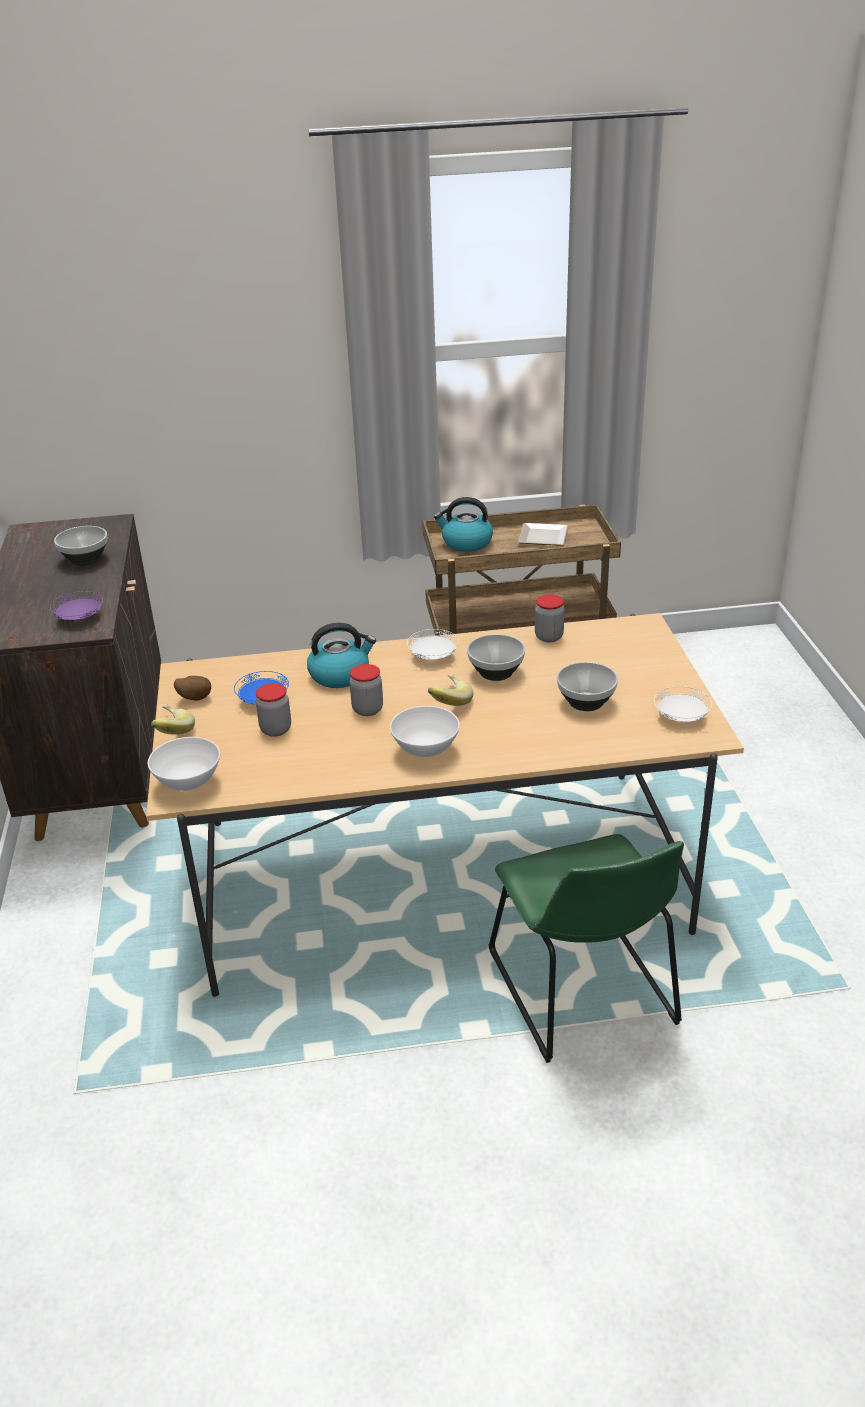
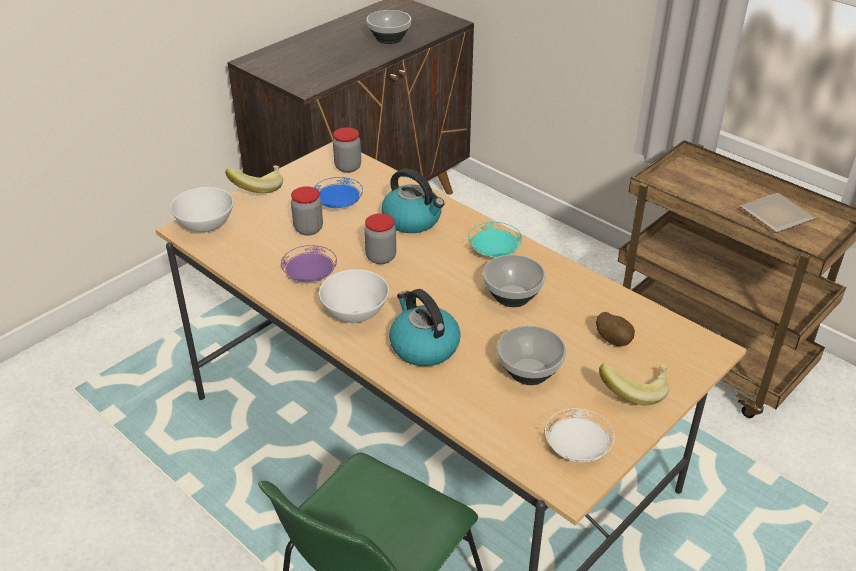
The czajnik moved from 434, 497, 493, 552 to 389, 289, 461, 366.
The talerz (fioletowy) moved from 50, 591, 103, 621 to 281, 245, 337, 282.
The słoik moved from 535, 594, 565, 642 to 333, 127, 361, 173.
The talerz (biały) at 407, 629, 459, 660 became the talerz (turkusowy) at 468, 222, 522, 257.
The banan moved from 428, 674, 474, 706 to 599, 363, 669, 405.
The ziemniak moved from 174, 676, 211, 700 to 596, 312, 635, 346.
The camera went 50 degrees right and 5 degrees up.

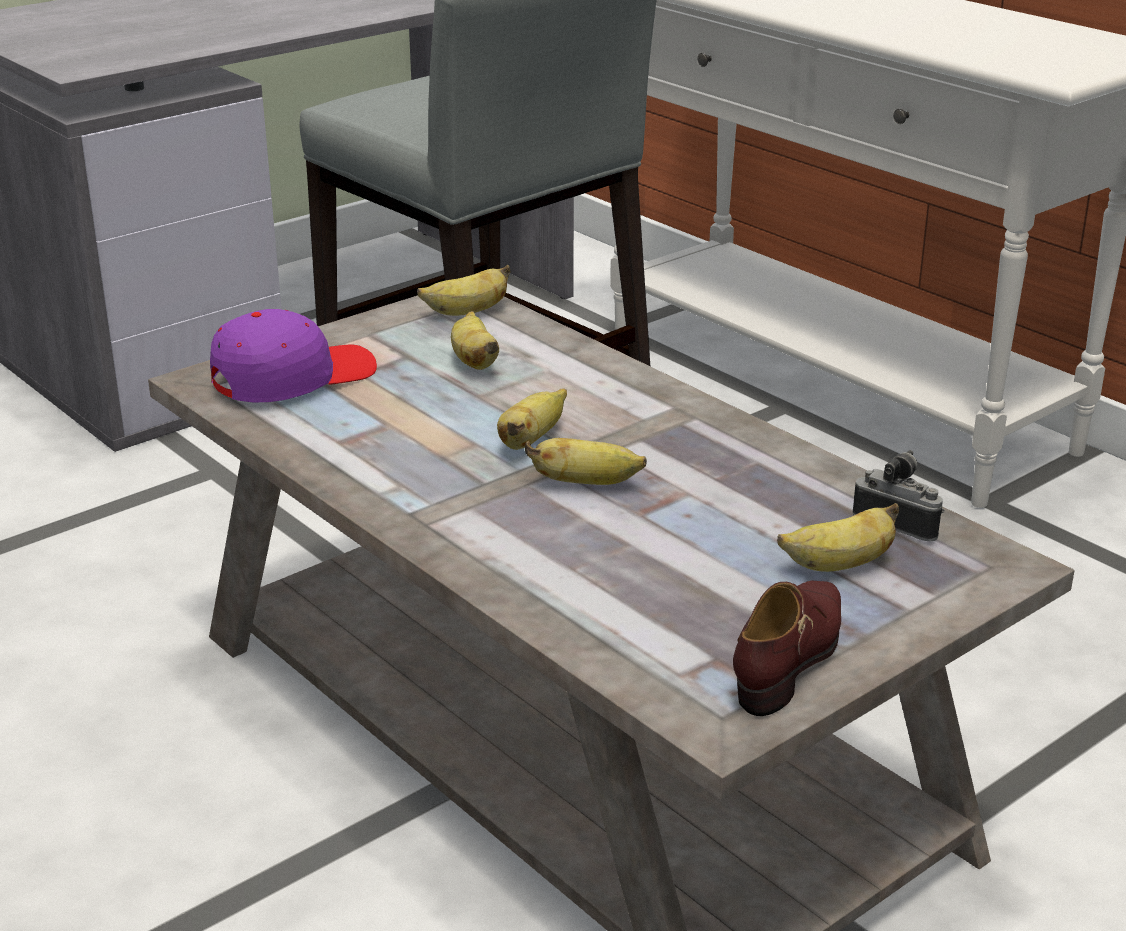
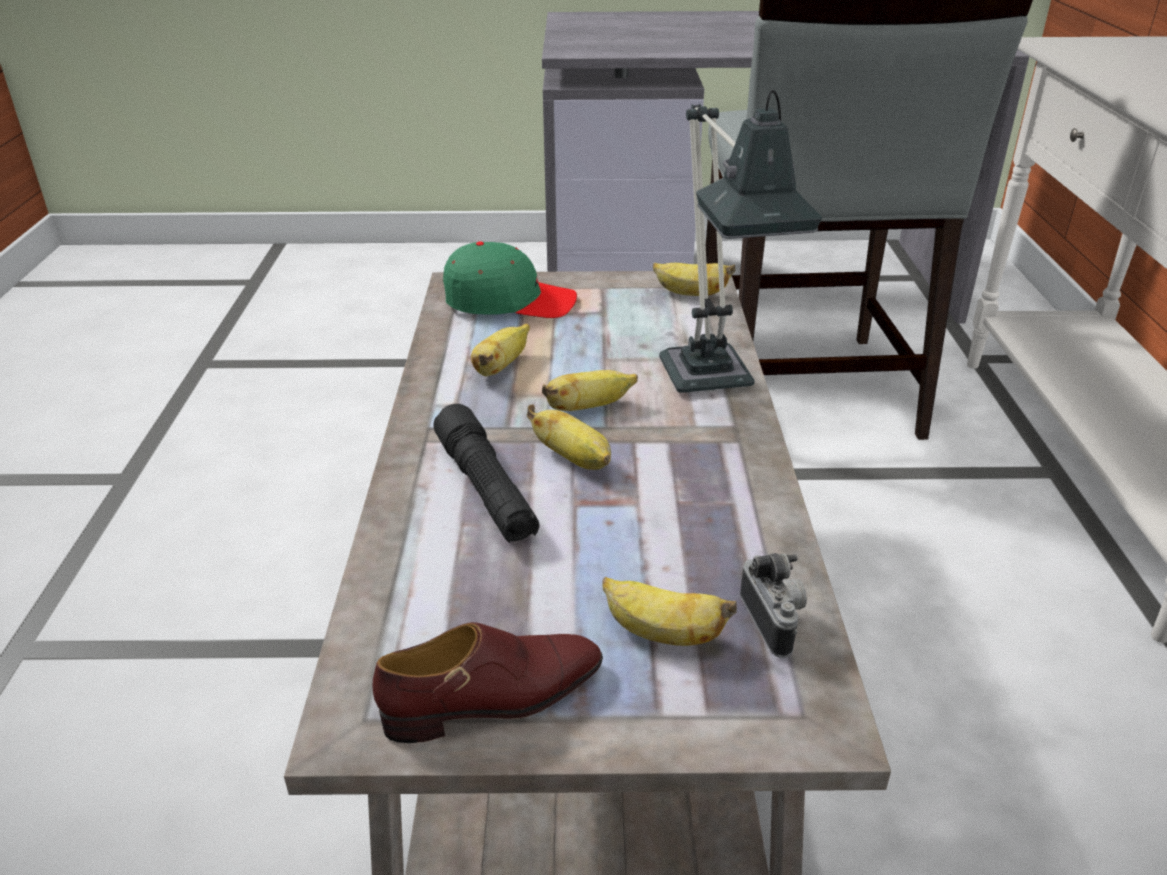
The czapka z daszkiem (fioletowy) at 210, 309, 377, 402 became the czapka z daszkiem (zielony) at 443, 242, 577, 318.
The banan moved from 451, 311, 499, 370 to 471, 324, 530, 376.
The lampa stołowa at 659, 90, 822, 393 appeared.
The latarka (czarny) at 434, 404, 540, 543 appeared.
The camera went 40 degrees right and 5 degrees up.

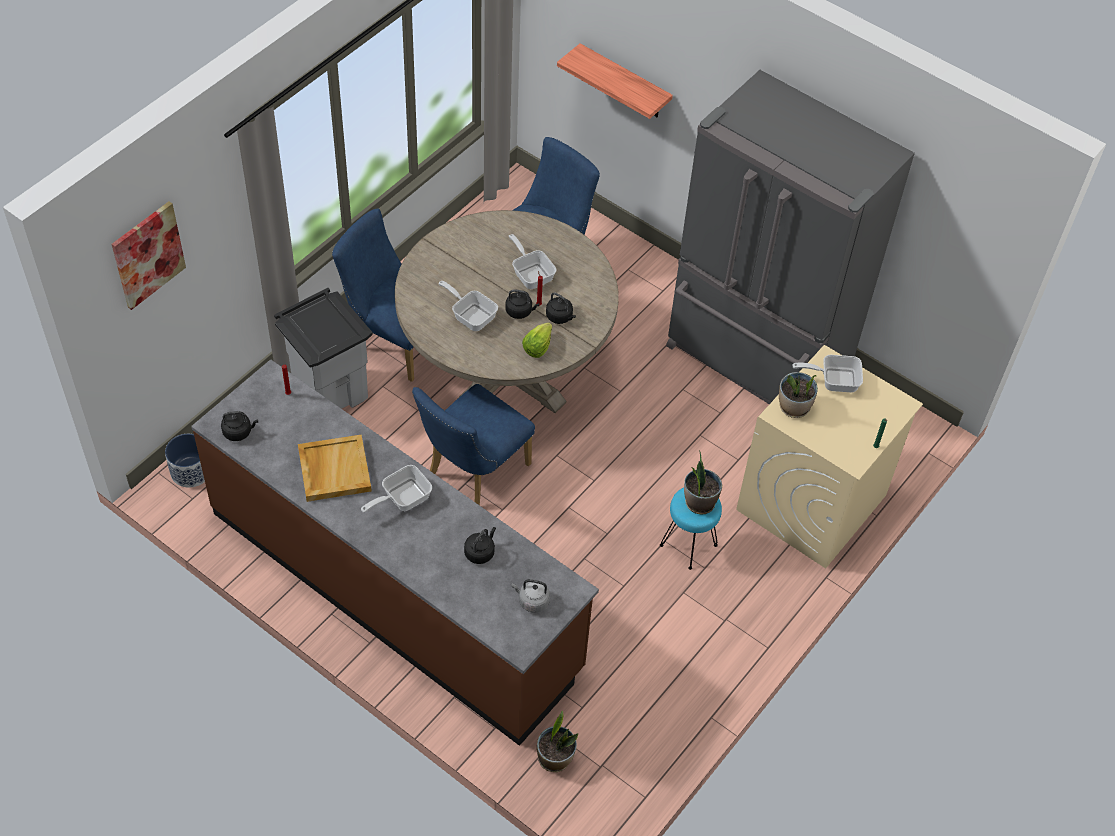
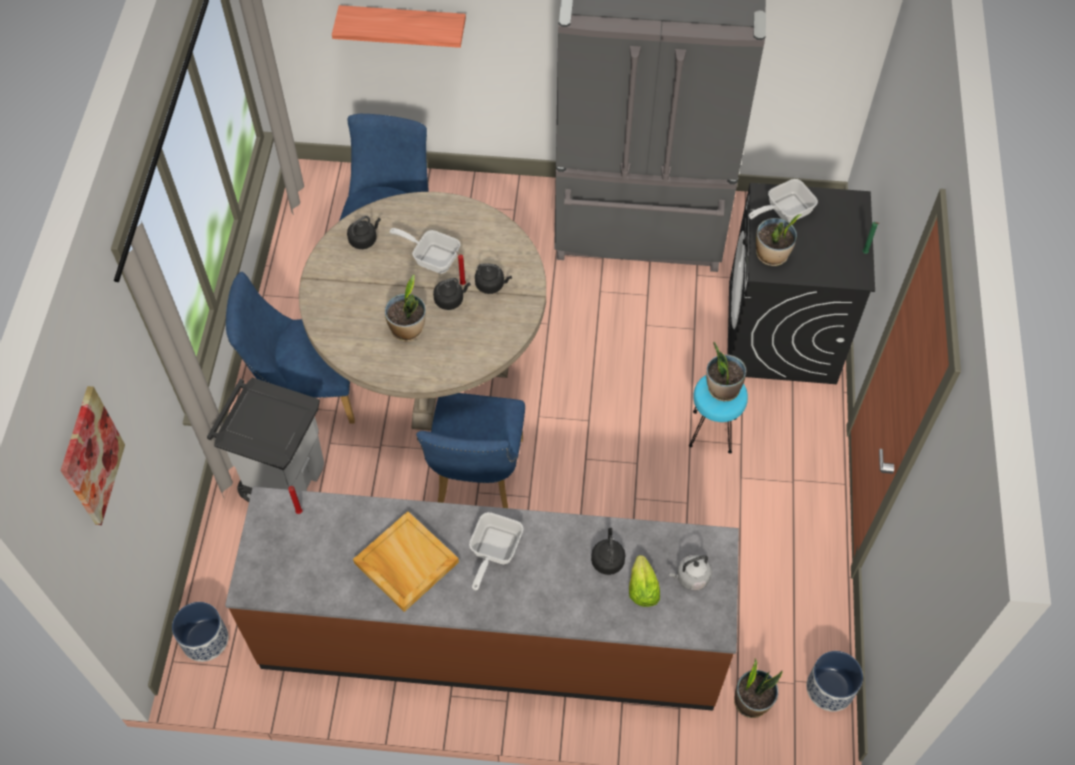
The patelnia at 438, 281, 498, 331 was replaced by the roślina doniczkowa at 385, 275, 426, 342.
The sałata moved from 522, 322, 552, 358 to 629, 555, 660, 607.
The pralka (beżowy) at 736, 345, 923, 568 became the pralka (czarny) at 728, 183, 875, 384.
The czajnik (czarny) moved from 221, 411, 258, 441 to 347, 216, 381, 249.
The donica at 806, 651, 863, 711 appeared.
The camera went 30 degrees left and 5 degrees up.

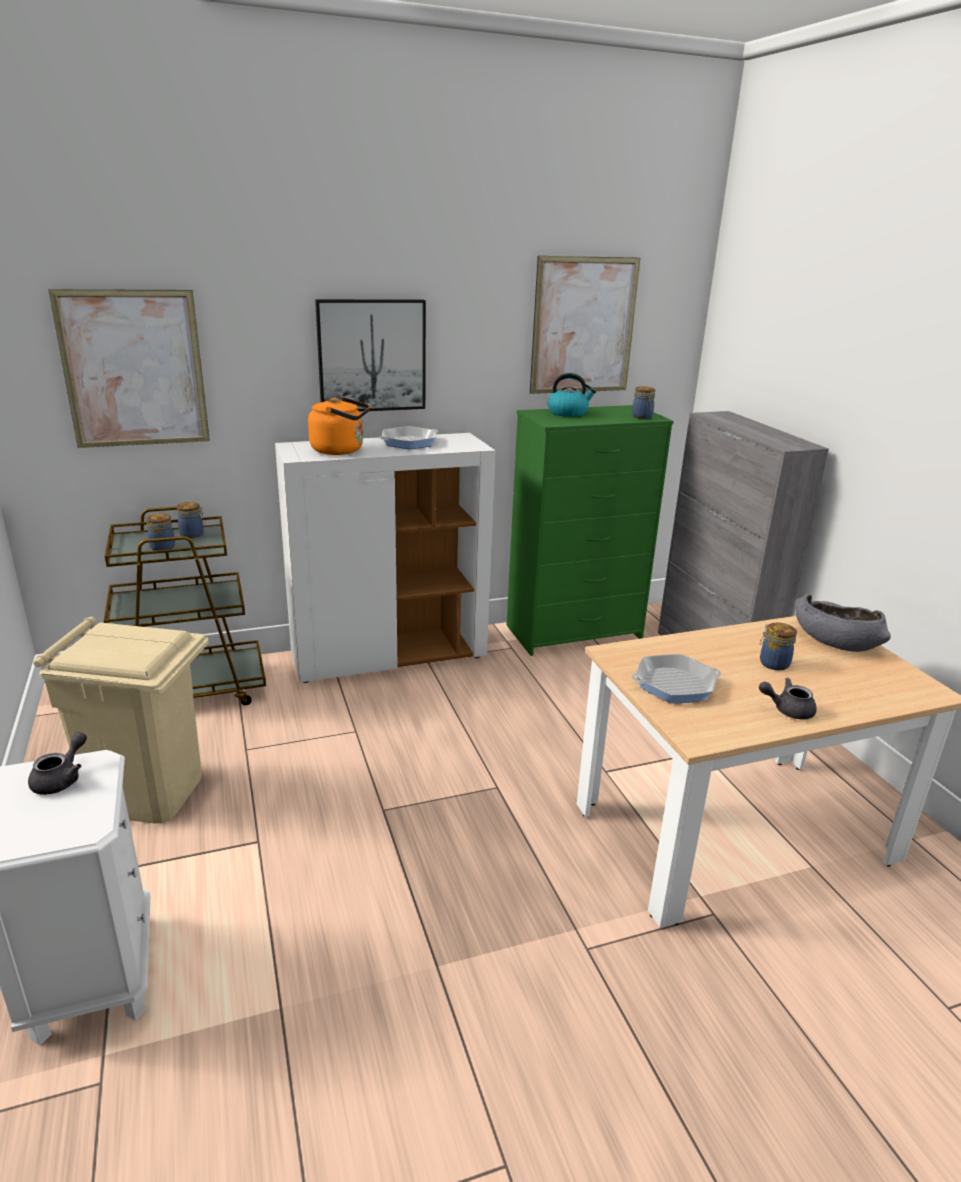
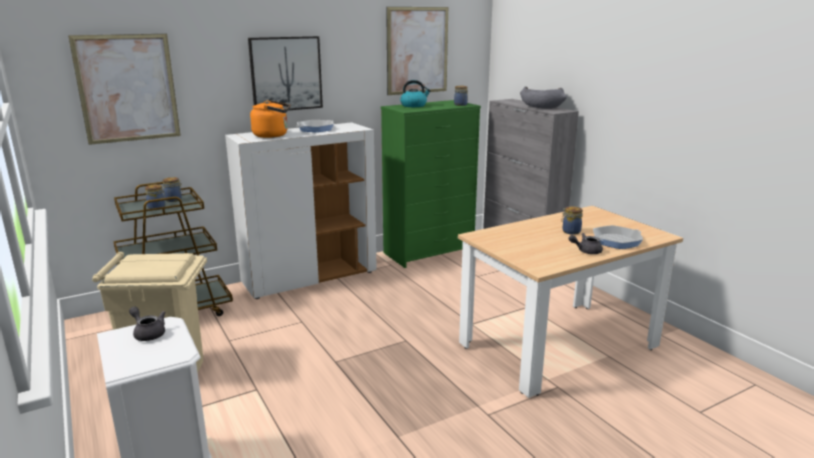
The miska (szary) moved from 794, 593, 891, 652 to 520, 86, 567, 109.
The patelnia moved from 631, 654, 721, 703 to 593, 225, 643, 249.
The imbryk (szary) at 28, 732, 87, 795 turned 60 degrees counterclockwise.
The camera went 10 degrees left and 5 degrees down.

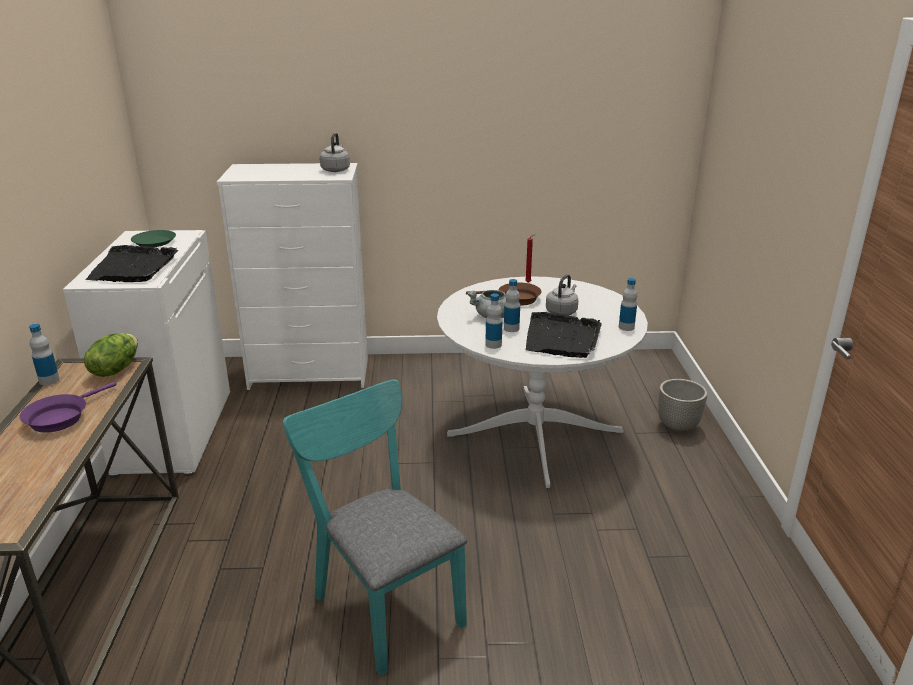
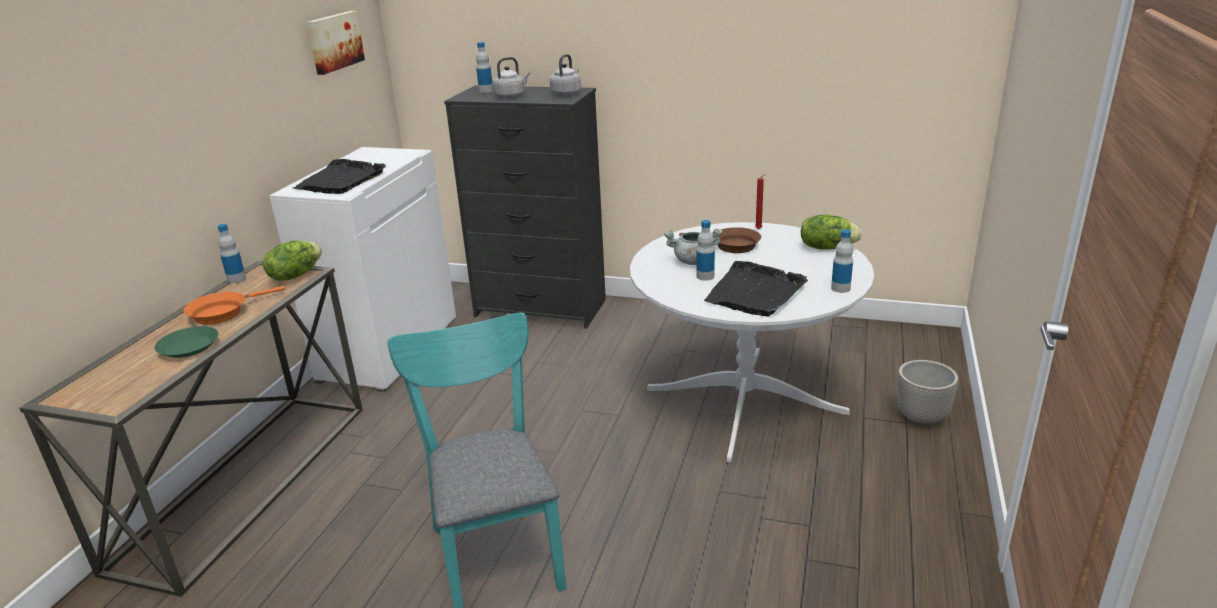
The komoda (biały) at 217, 163, 368, 390 became the komoda (czarny) at 444, 86, 606, 329.
The talerz (zielony) moved from 131, 230, 176, 247 to 154, 326, 218, 358.
The czajnik (szary) moved from 546, 274, 578, 316 to 493, 57, 530, 99.
The butelka moved from 485, 293, 503, 349 to 476, 42, 493, 93.
The patelnia (fioletowy) at 19, 382, 117, 433 became the patelnia (pomarańczowy) at 184, 286, 285, 325.
The obraz at 307, 11, 365, 75 appeared.
The sałata at 801, 214, 862, 250 appeared.
The camera went 20 degrees right and 0 degrees up.

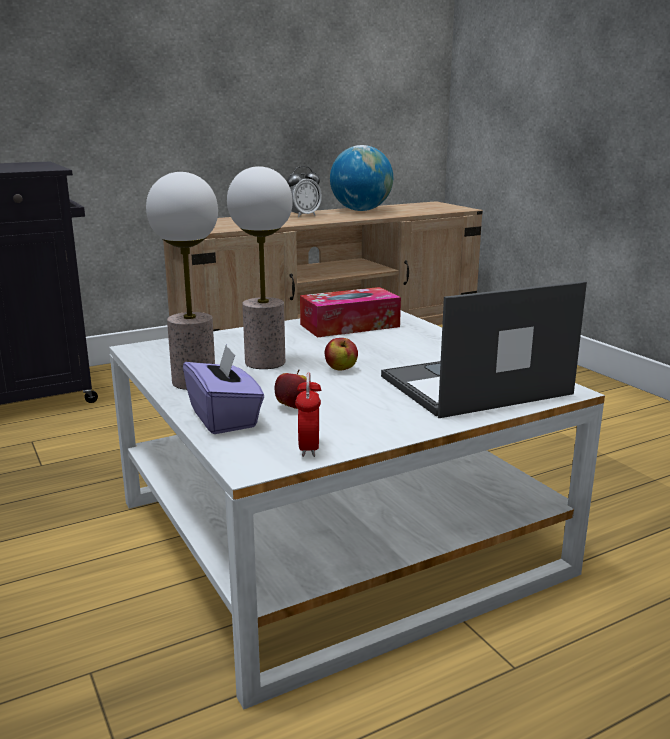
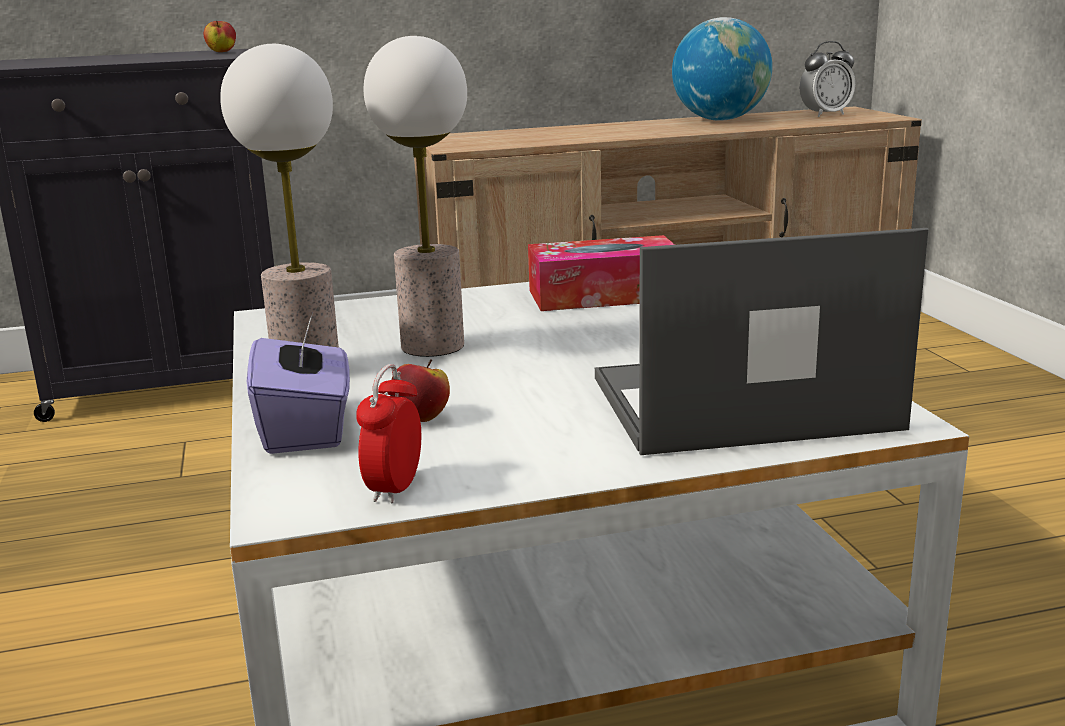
The budzik moved from 287, 166, 322, 217 to 800, 41, 855, 117.
The jabłko moved from 325, 338, 358, 371 to 204, 21, 236, 52.
The camera went 15 degrees right and 0 degrees up.

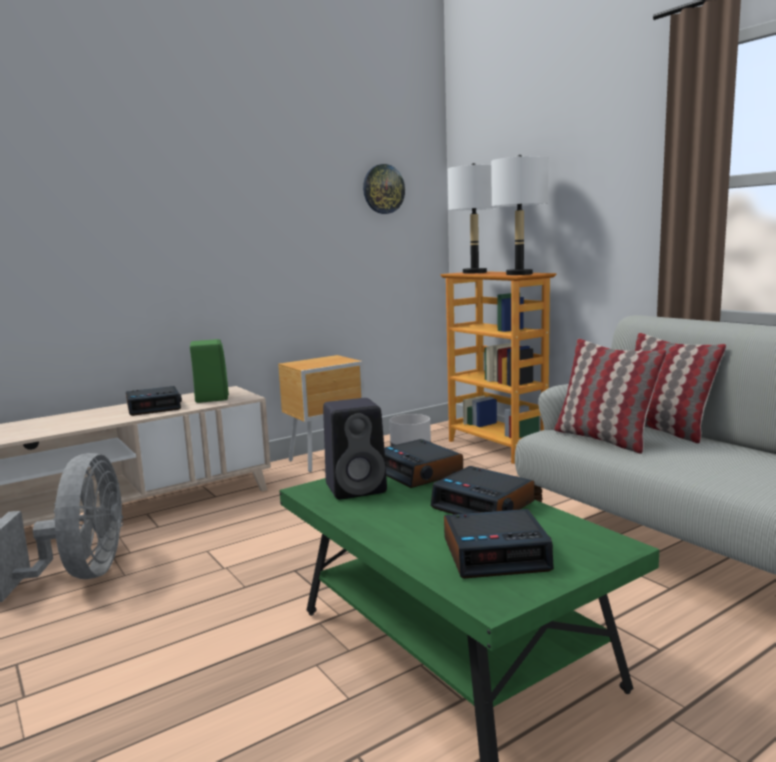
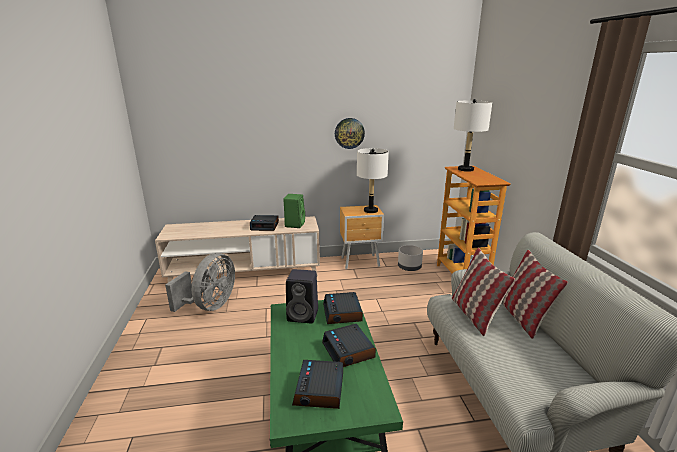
The lampa stołowa (biały) moved from 491, 155, 549, 275 to 357, 148, 389, 213.
The zegar ścienny moved from 363, 164, 405, 214 to 335, 118, 365, 149.
The budzik at 444, 509, 554, 579 turned 75 degrees clockwise.
The camera went 25 degrees right and 10 degrees up.

